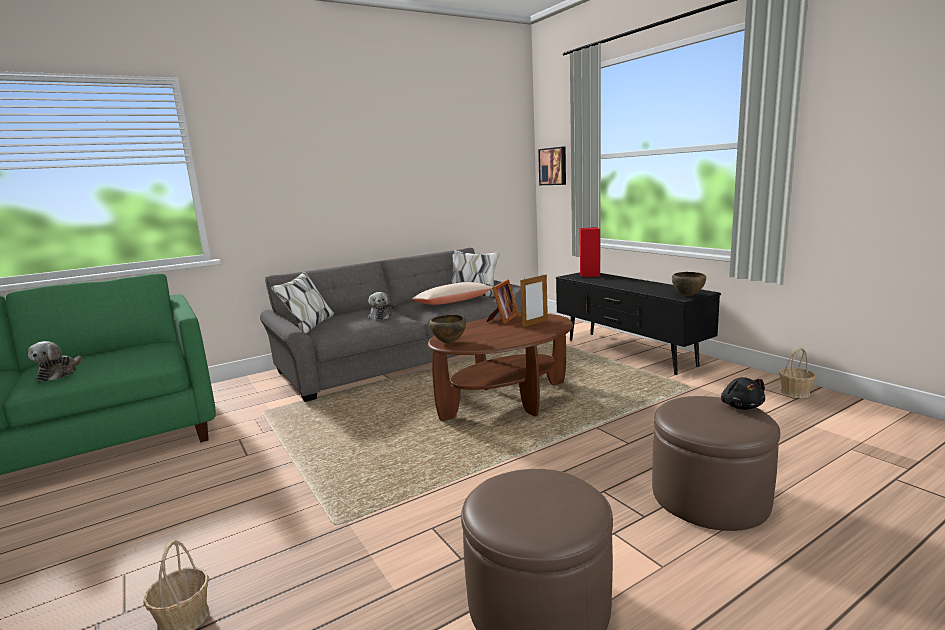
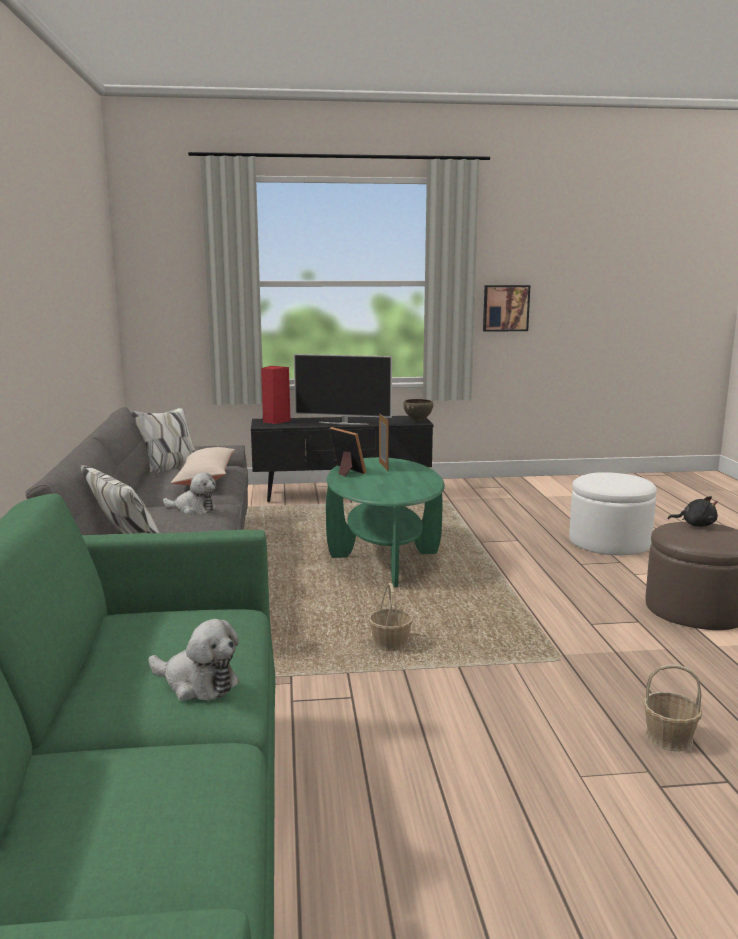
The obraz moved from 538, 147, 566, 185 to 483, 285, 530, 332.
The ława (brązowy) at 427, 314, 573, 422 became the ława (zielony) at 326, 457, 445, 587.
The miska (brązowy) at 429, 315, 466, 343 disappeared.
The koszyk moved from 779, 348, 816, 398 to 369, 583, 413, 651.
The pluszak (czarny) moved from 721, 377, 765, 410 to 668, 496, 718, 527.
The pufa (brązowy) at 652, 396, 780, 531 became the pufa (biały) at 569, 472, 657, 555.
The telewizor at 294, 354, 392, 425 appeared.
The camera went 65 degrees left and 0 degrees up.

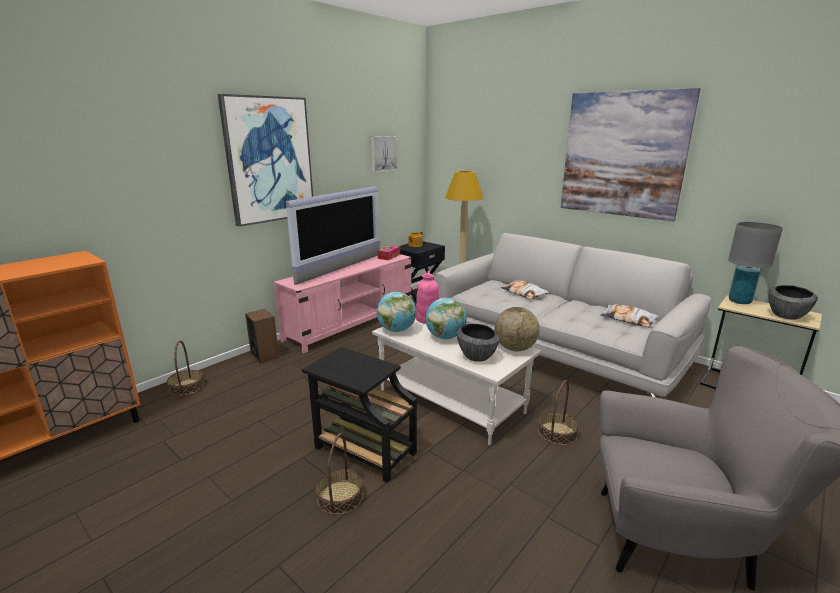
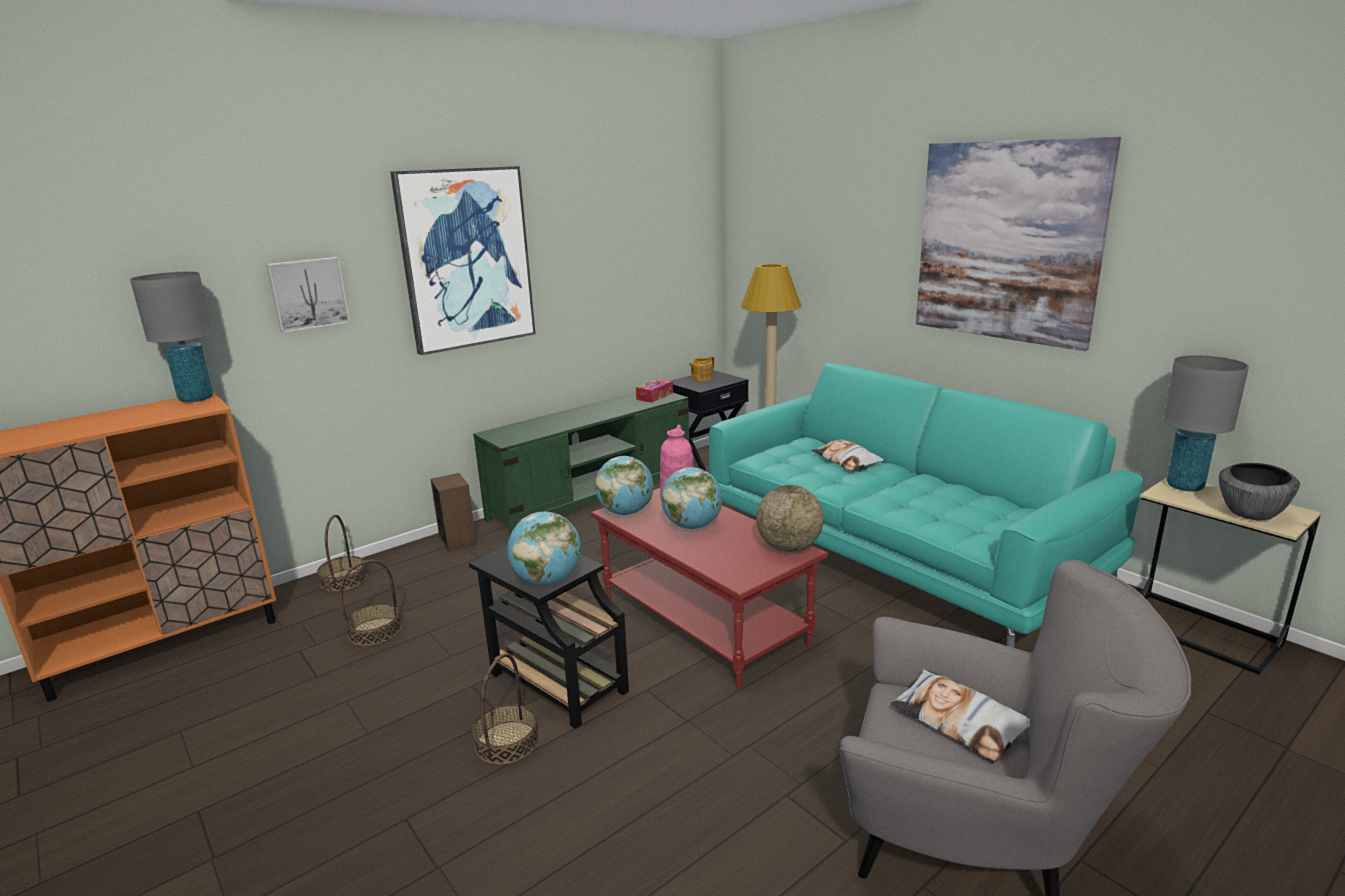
The obraz moved from 371, 136, 398, 172 to 266, 257, 350, 333.
The telewizor at 286, 186, 380, 285 disappeared.
The kanapa (szary) at 434, 233, 712, 397 became the kanapa (turkusowy) at 709, 363, 1144, 648.
The szafka pod telewizor (różowy) at 274, 254, 411, 353 became the szafka pod telewizor (zielony) at 473, 392, 689, 535.
The poduszka moved from 601, 304, 659, 328 to 890, 669, 1030, 762.
The ława (biały) at 372, 319, 541, 445 became the ława (czerwony) at 591, 488, 828, 689.
The miska at 456, 324, 499, 362 disappeared.
The koszyk moved from 538, 380, 579, 445 to 339, 560, 401, 646.
The lampa stołowa (szary) at 130, 271, 213, 402 appeared.
The globus at 507, 511, 581, 585 appeared.
The camera went 10 degrees right and 0 degrees up.

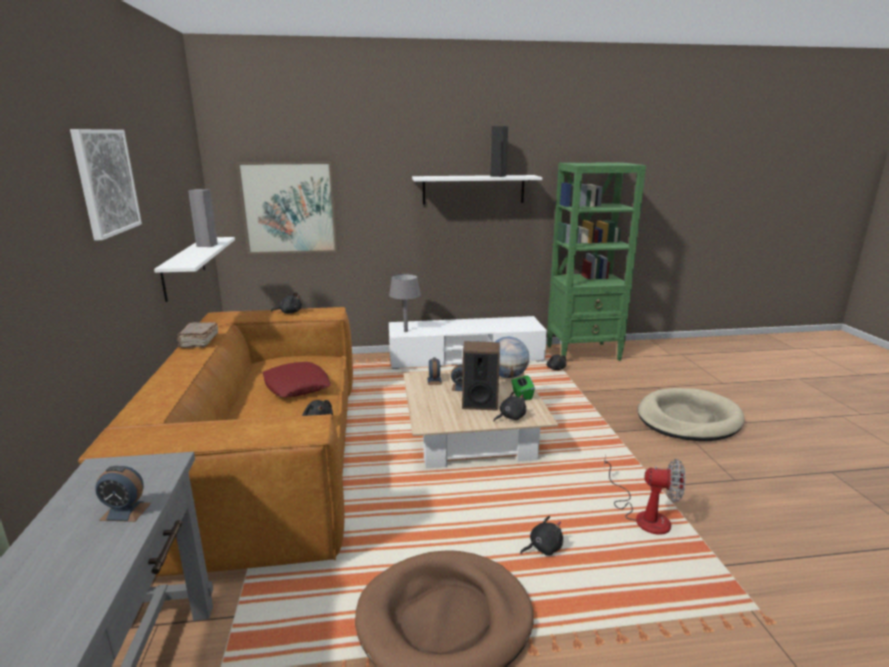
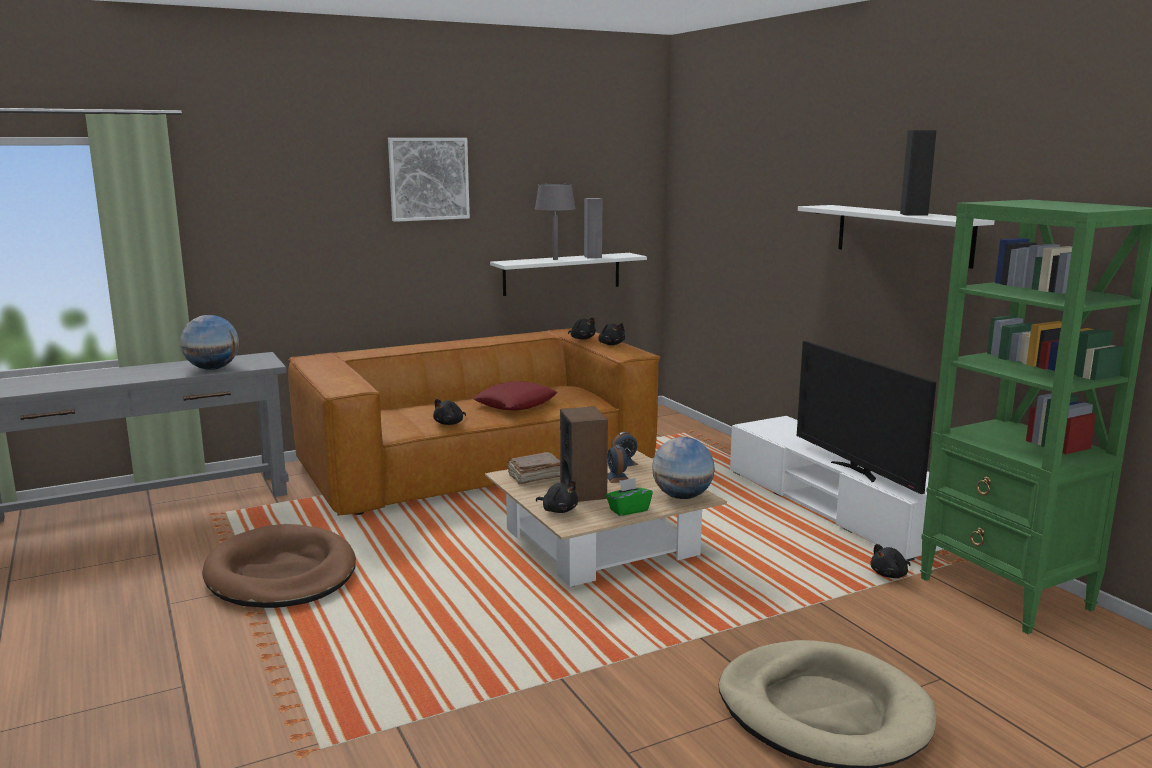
The obraz at 236, 162, 337, 254 disappeared.
The lampa stołowa (szary) moved from 389, 274, 421, 332 to 535, 184, 576, 260.
The książka (brązowy) moved from 177, 322, 218, 348 to 507, 452, 560, 485.
The wentylator at 604, 454, 685, 535 disappeared.
The budzik at 95, 466, 151, 522 was replaced by the globus at 180, 315, 239, 370.
The pluszak (czarny) moved from 520, 516, 563, 556 to 568, 317, 596, 340.
The telewizor at 797, 341, 936, 494 appeared.
The camera went 70 degrees right and 5 degrees down.

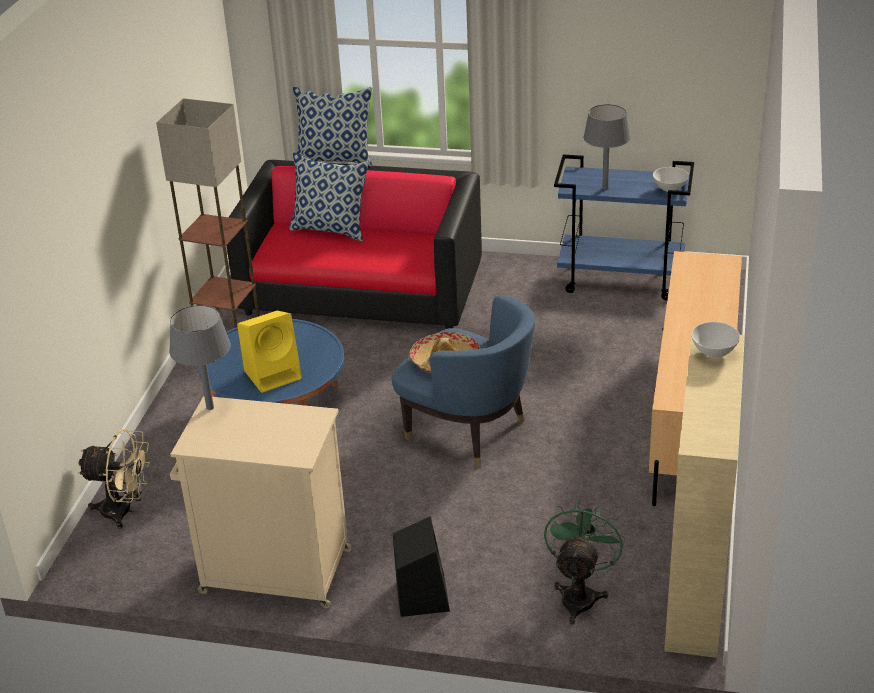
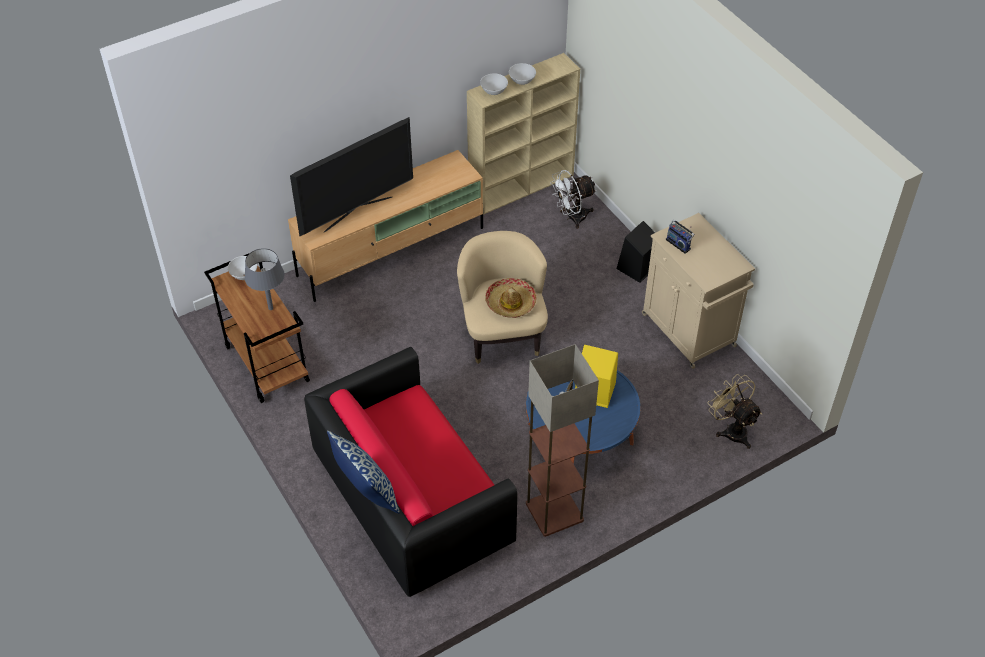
The poduszka at 289, 152, 369, 241 disappeared.
The wózek (niebieski) at 554, 155, 694, 300 became the wózek (brązowy) at 204, 254, 310, 403.
The fotel (niebieski) at 392, 295, 535, 467 became the fotel (beżowy) at 457, 231, 548, 364.
The lampa stołowa (szary) at 169, 305, 231, 410 disappeared.
The wentylator (zielony) at 544, 499, 625, 624 became the wentylator (biały) at 550, 170, 597, 229.
The miska (biały) at 509, 63, 536, 85 appeared.
The telewizor at 290, 117, 413, 236 appeared.
The radio at 666, 220, 695, 254 appeared.
The camera went 135 degrees left and 15 degrees up.

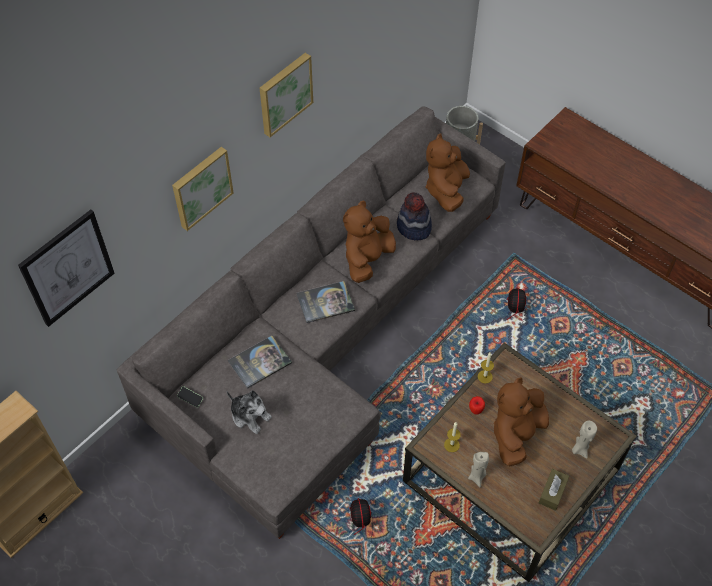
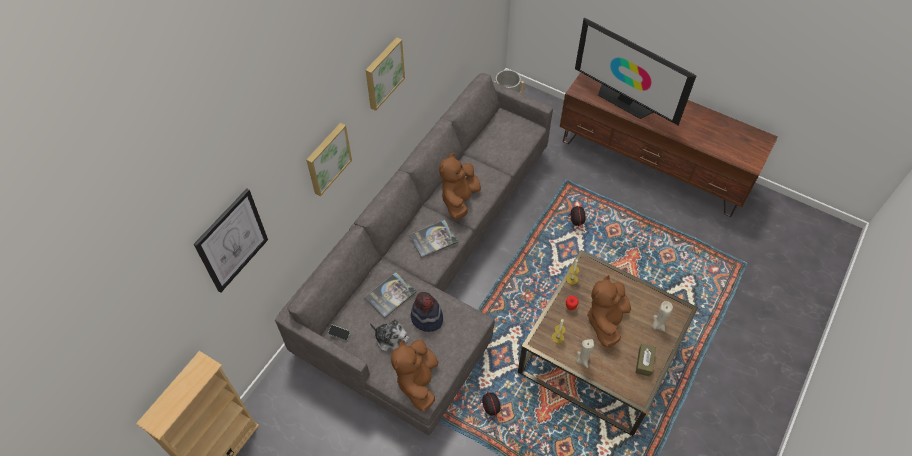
The pluszak (brązowy) moved from 426, 133, 470, 212 to 391, 340, 438, 411.
The kapelusz moved from 397, 192, 432, 240 to 410, 292, 443, 332.
The telewizor at 575, 17, 697, 125 appeared.
The camera went 10 degrees left and 0 degrees up.

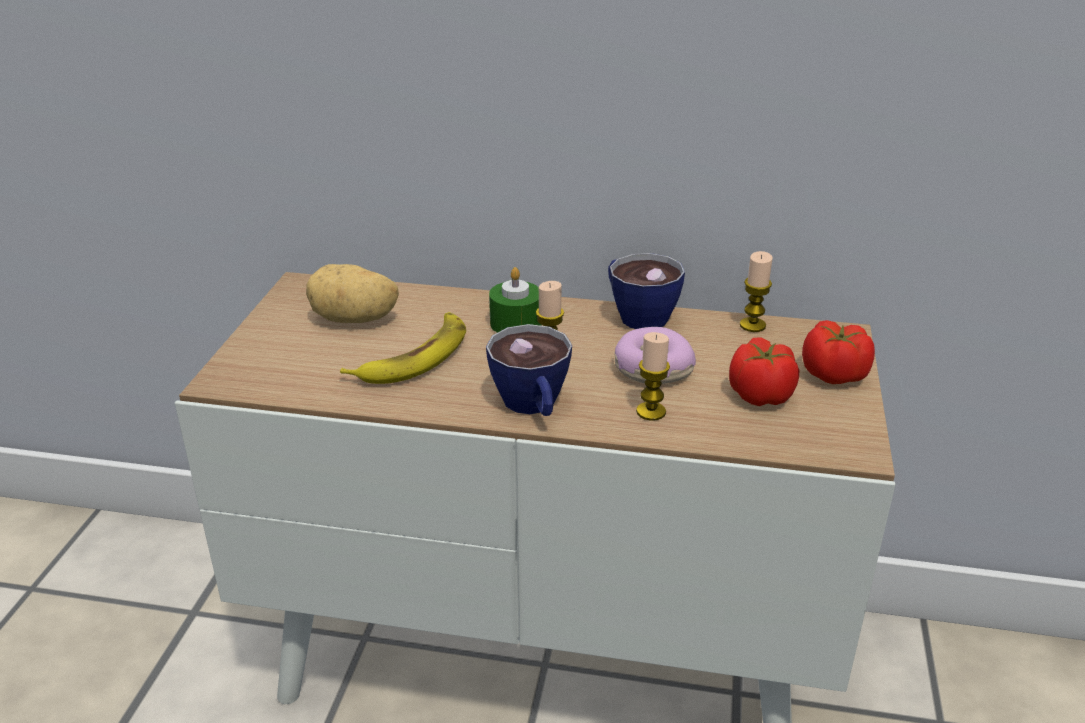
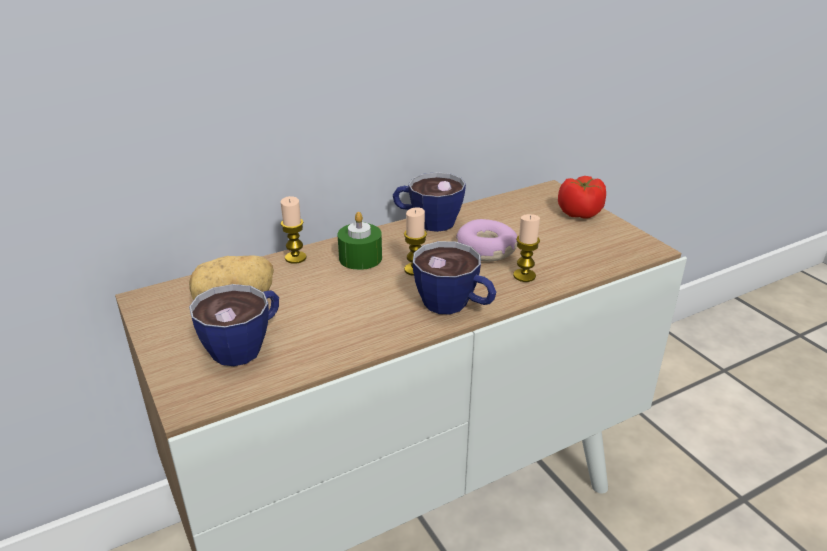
The świeca moved from 740, 251, 773, 332 to 281, 196, 307, 264.
The banan at 340, 312, 466, 384 disappeared.
The pomidor at 729, 337, 799, 406 disappeared.
The filiżanka at 189, 284, 279, 366 appeared.
The camera went 40 degrees left and 0 degrees up.

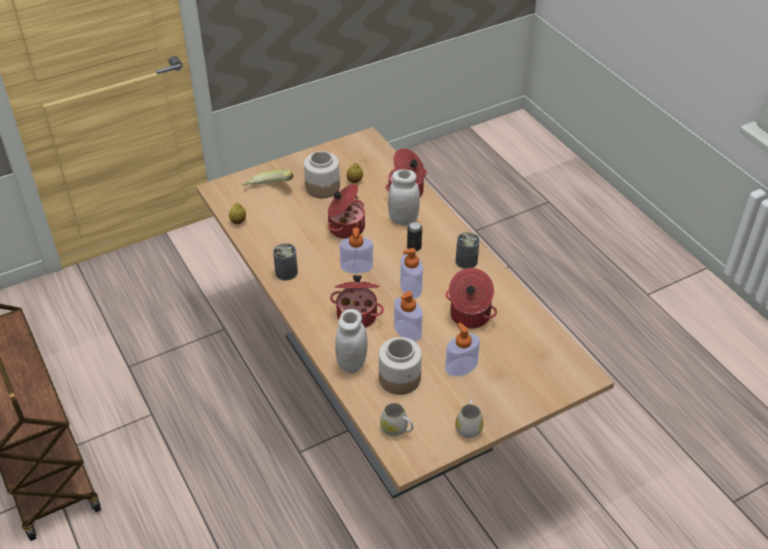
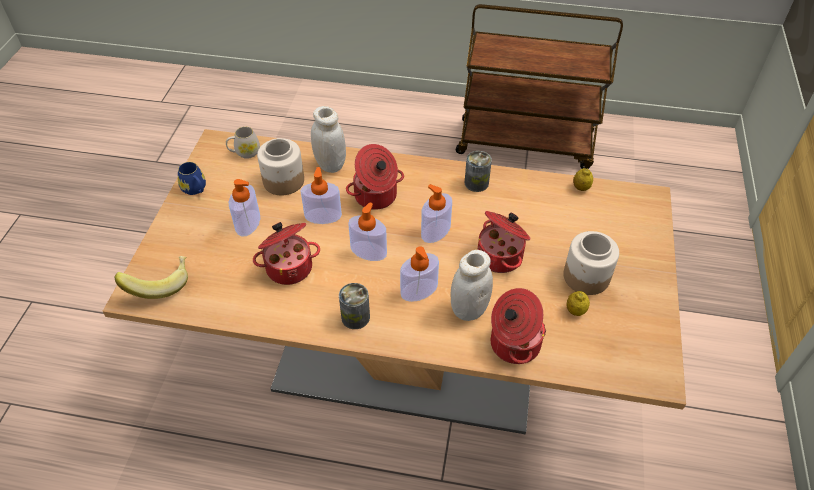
The banan moved from 242, 169, 293, 186 to 114, 256, 188, 299.
The puszka at 407, 222, 422, 251 was replaced by the dozownik mydła at 400, 246, 439, 302.
The kubek (biały) at 455, 400, 484, 438 became the kubek (niebieski) at 178, 162, 206, 195.
The camera went 130 degrees right and 5 degrees up.

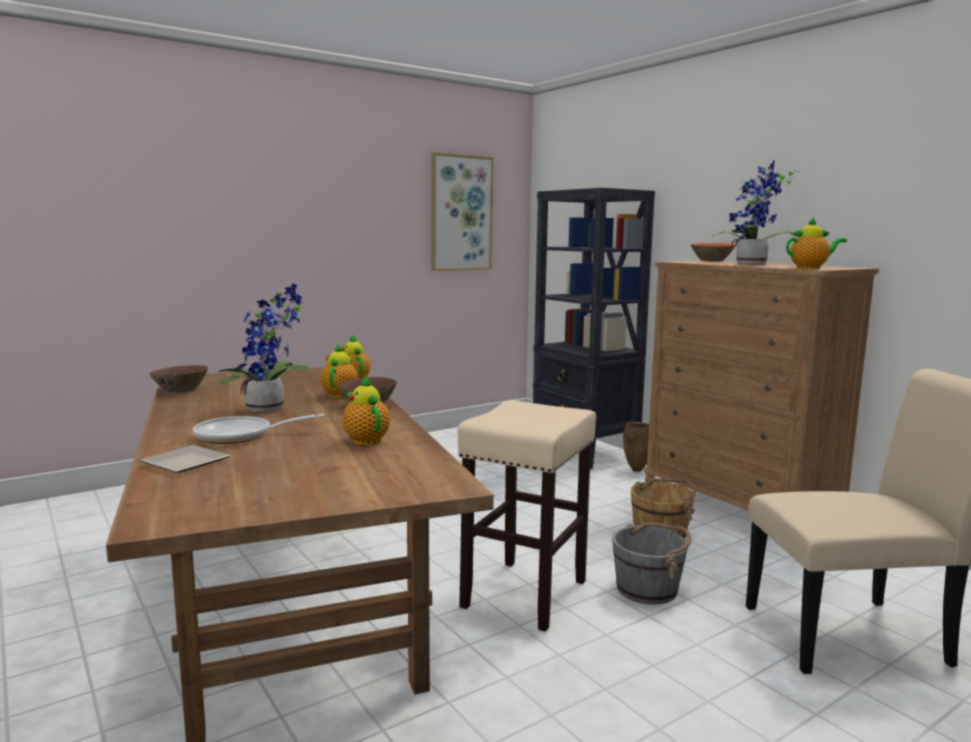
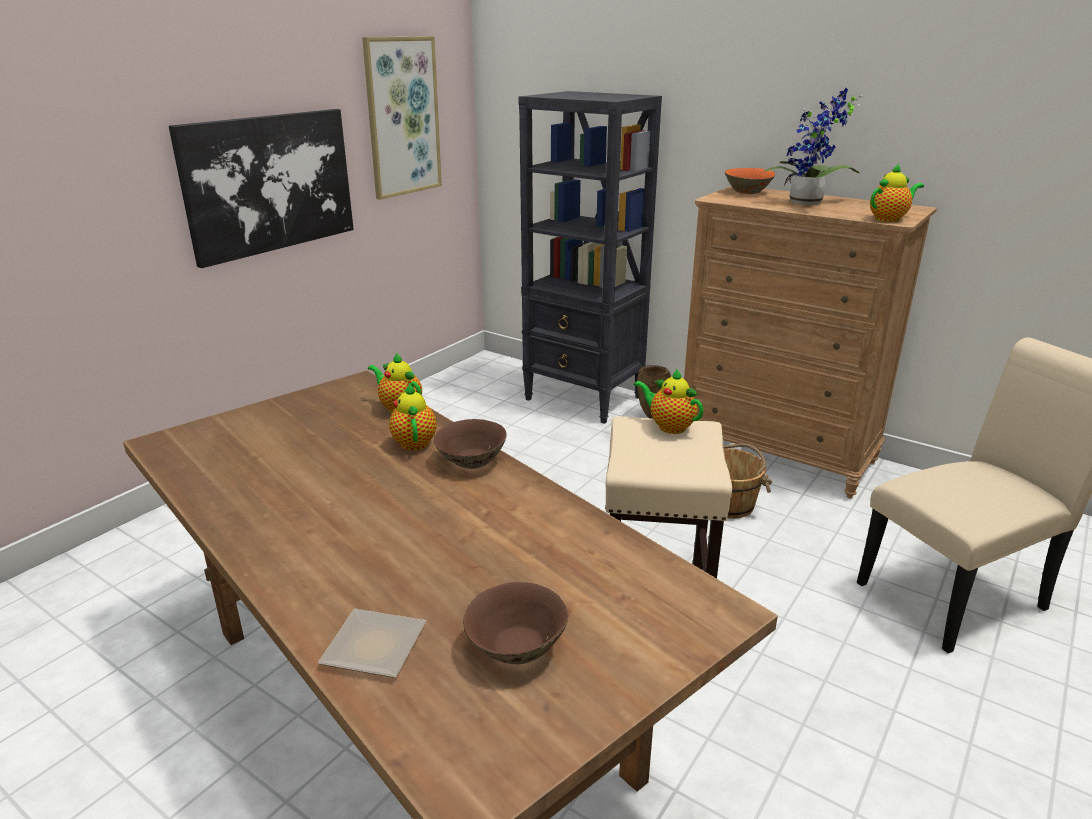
The roślina doniczkowa at 219, 284, 310, 412 disappeared.
The miska (brązowy) moved from 150, 365, 208, 393 to 463, 582, 568, 664.
The imbryk moved from 343, 375, 390, 445 to 634, 369, 704, 434.
The patelnia at 193, 414, 324, 444 disappeared.
The wiadro (szary) at 612, 523, 691, 605 disappeared.
The obraz at 169, 109, 354, 268 appeared.
The camera went 20 degrees left and 15 degrees up.

